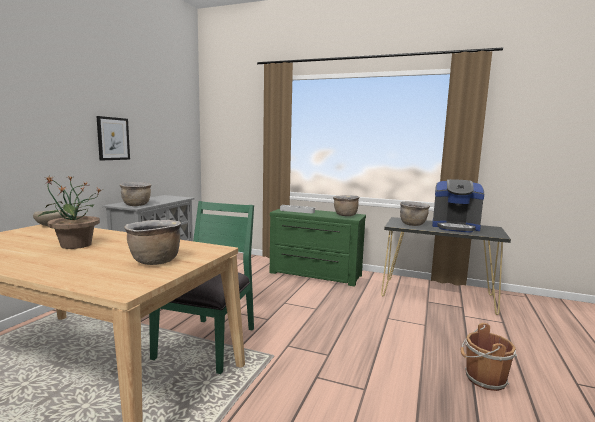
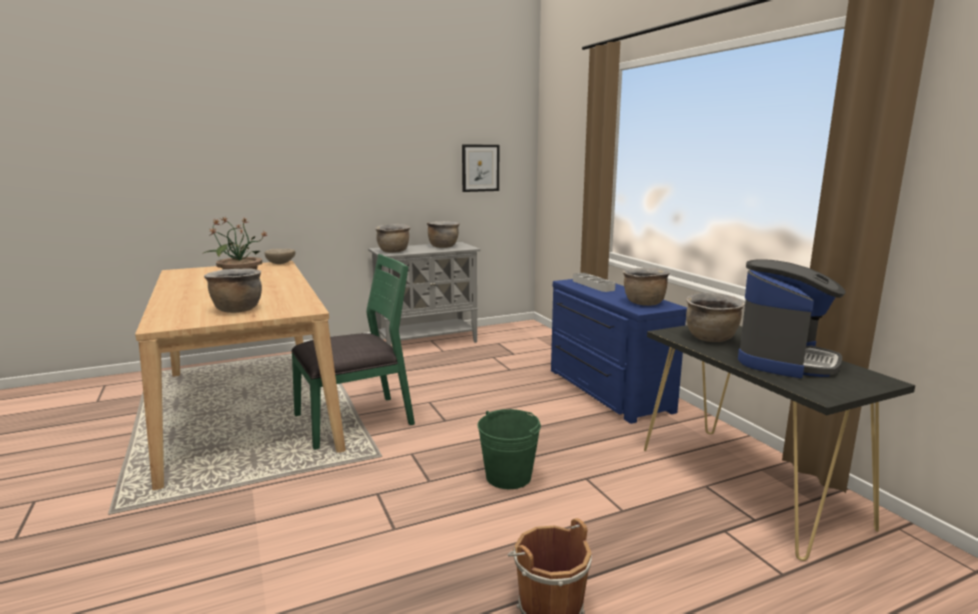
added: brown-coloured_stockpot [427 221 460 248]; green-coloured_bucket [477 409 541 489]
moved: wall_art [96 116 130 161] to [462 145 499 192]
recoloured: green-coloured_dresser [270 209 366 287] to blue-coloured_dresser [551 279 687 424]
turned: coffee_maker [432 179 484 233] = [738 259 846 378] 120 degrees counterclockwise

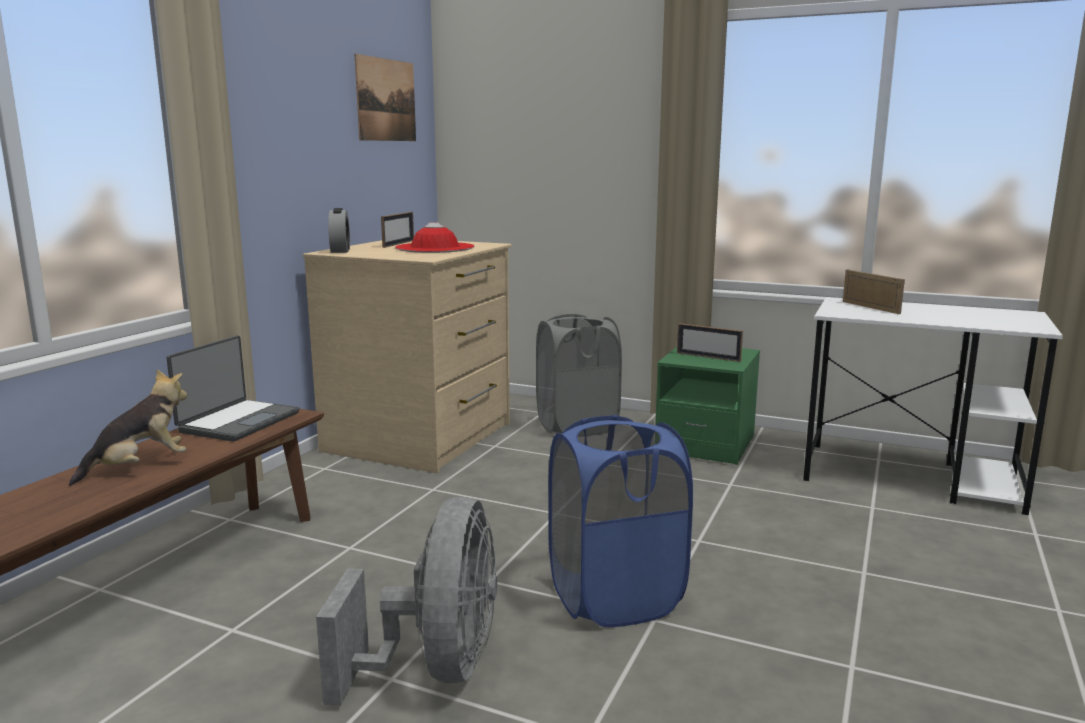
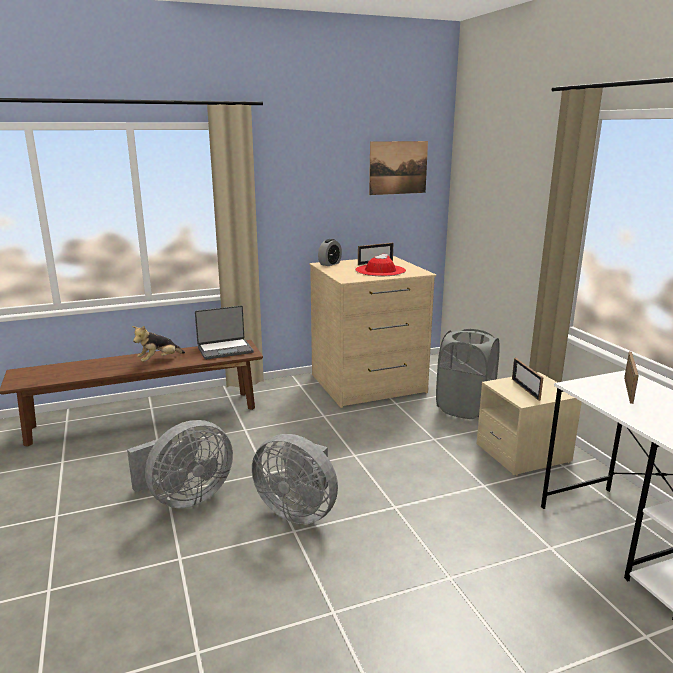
replaced: blue-coloured_hamper [548 415 693 627] to grey_electric_fan [252 434 338 524]
recoloured: green-coloured_nightstand [655 347 760 465] to sand-coloured_nightstand [477 372 582 476]
turned: soft_toy [69 369 187 486] = [132 326 185 362] 135 degrees clockwise

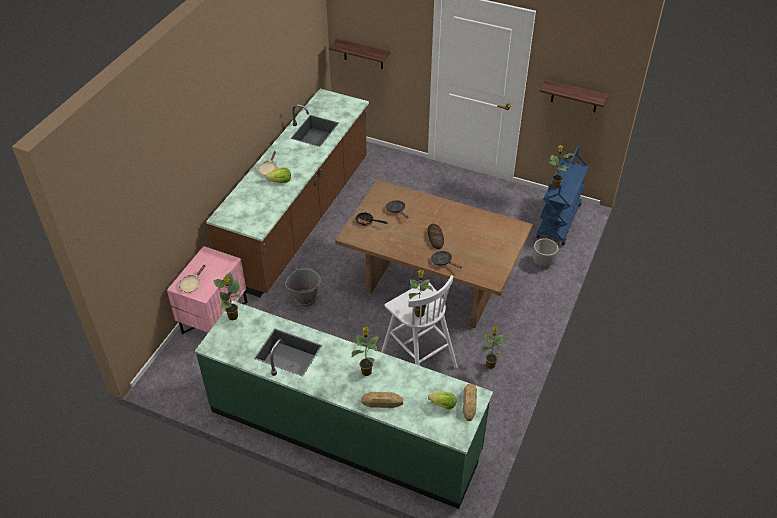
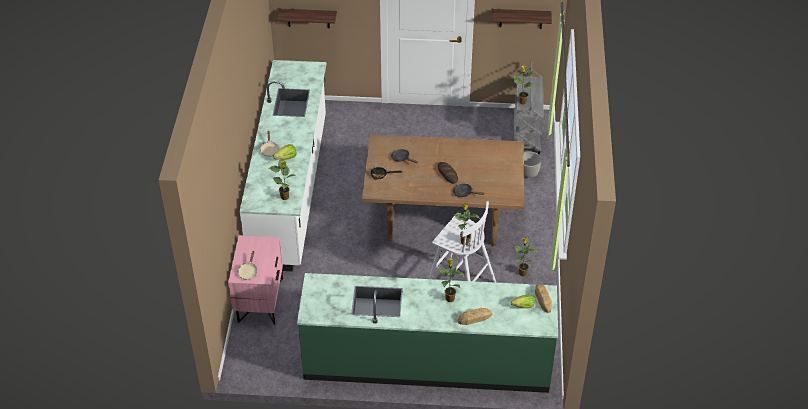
removed: grey_bucket [285 268 321 307]
moved: plant_in_a_pot [213 272 241 320] to [269 158 295 200]
recoloured: brown-coloured_kitchen_counter [206 89 369 297] to whitish_kitchen_counter [240 60 326 271]; blue-coloured_cart [536 146 589 246] to grey_cart [513 61 544 154]

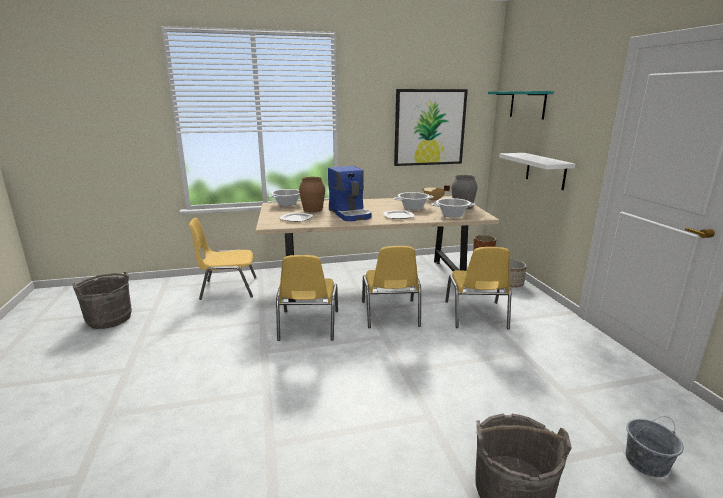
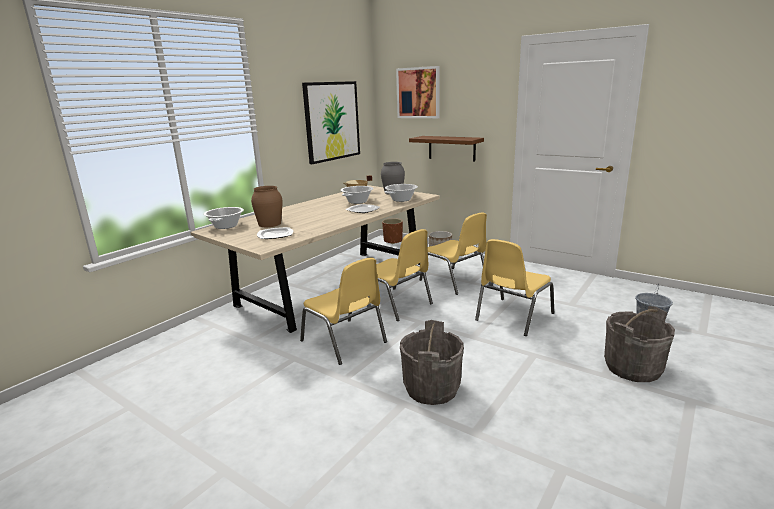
removed: coffee_maker [328 166 372 221]
moved: grey_bucket [72 272 132 329] to [400 320 464 405]; yellow-coloured_upright_chair [189 218 257 300] to [475 239 554 336]
replaced: blue-green_wall_shelf [488 91 554 120] to wall_art [396 66 440 118]
recoloured: whitish_wall_shelf [499 153 575 190] to brown-coloured_wall_shelf [409 136 484 161]

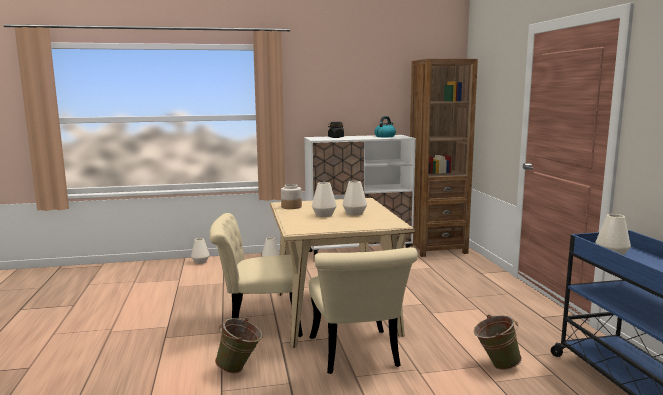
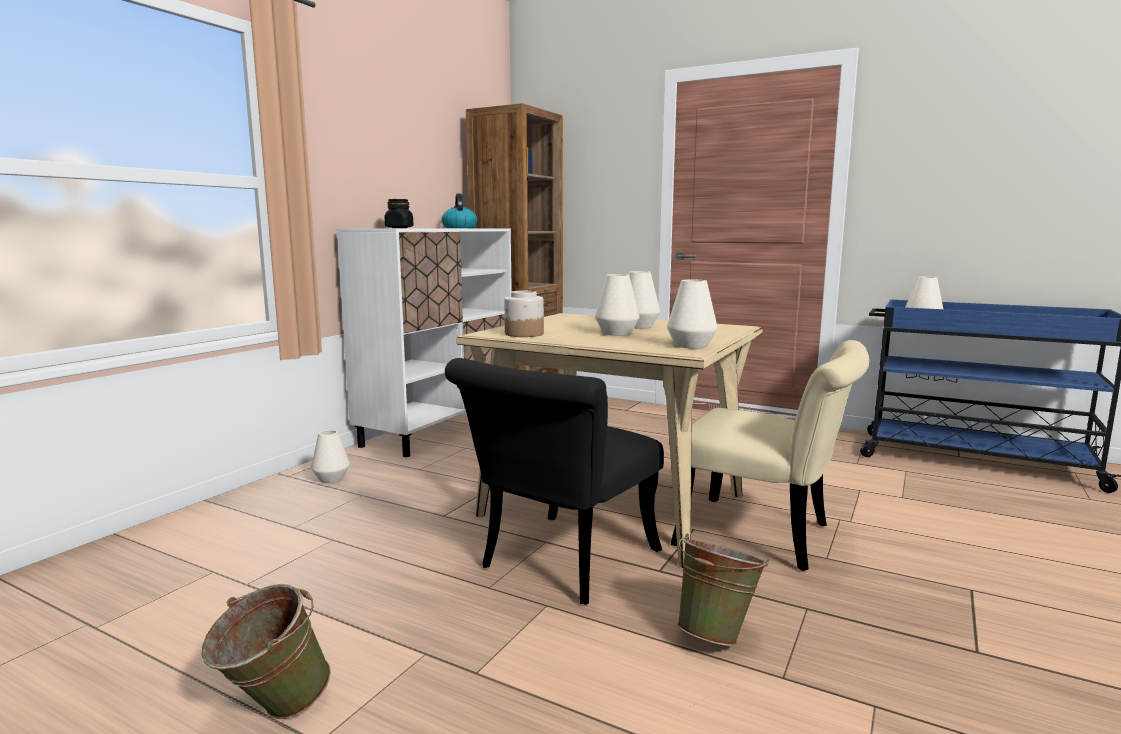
moved: whitish_decorative_vase [191 238 210 264] to [667 280 718 349]; green-coloured_bucket [474 315 522 370] to [202 584 331 719]
recoloured: sand-coloured_upright_chair [210 213 303 337] to blackish_upright_chair [445 358 664 605]

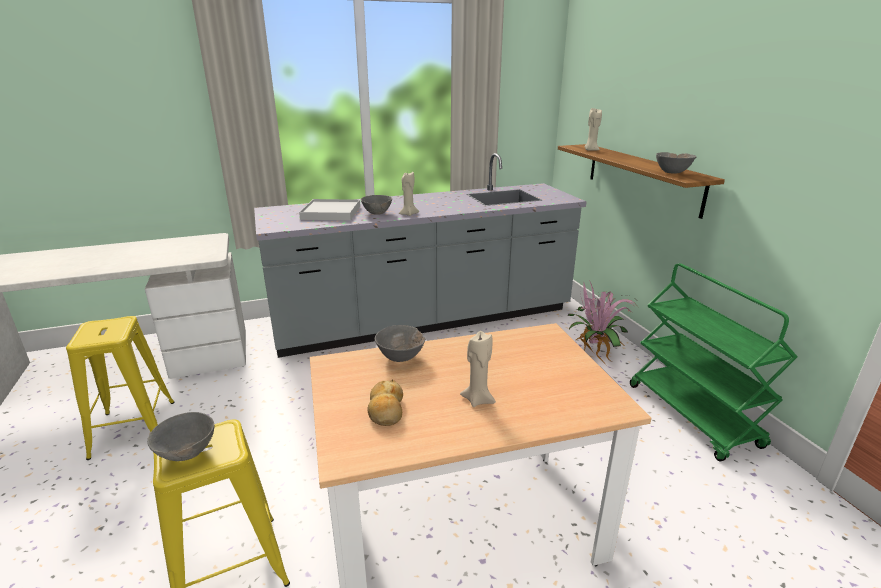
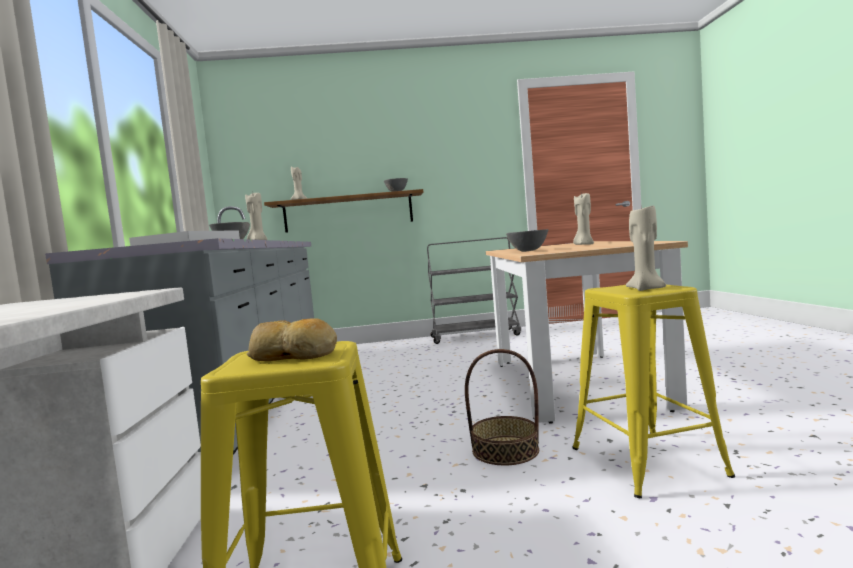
removed: plant_in_a_pot [567 280 639 366]
added: storage_basket [465 349 539 465]
moved: bread [368 379 403 426] to [247 318 337 361]
replaced: grey_bowl [147 412 214 461] to sand-coloured_candle [626 205 666 291]
recoloured: green-coloured_cart [630 263 798 461] to grey_cart [427 237 521 344]

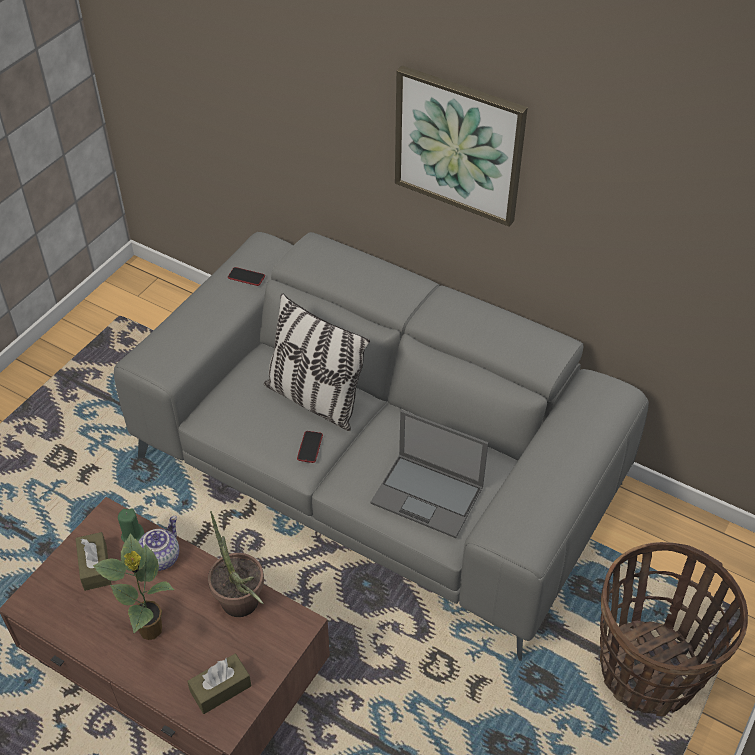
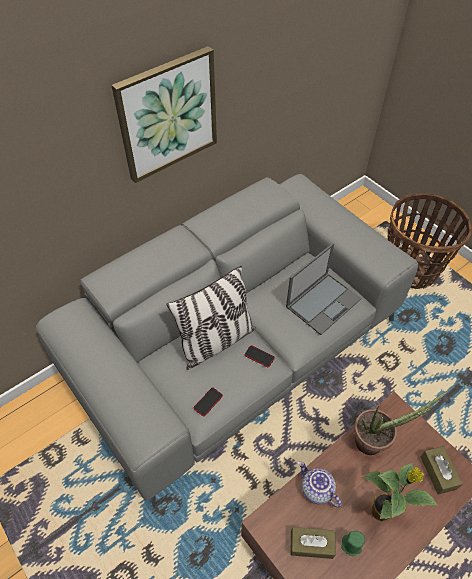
moved: green-coloured_candle [118 509 144 542] to [341 531 365 556]; handset [228 267 265 286] to [193 388 223 416]

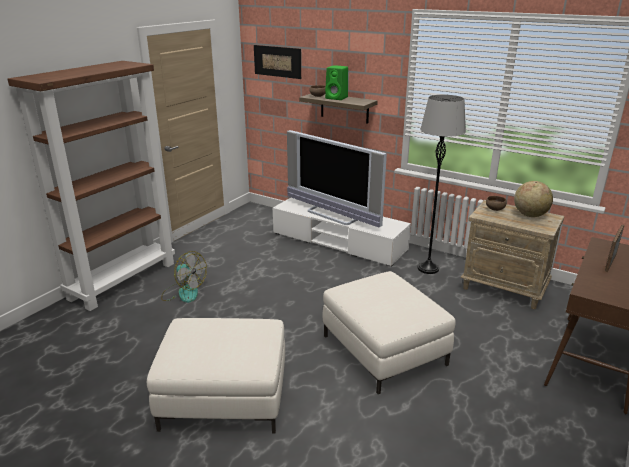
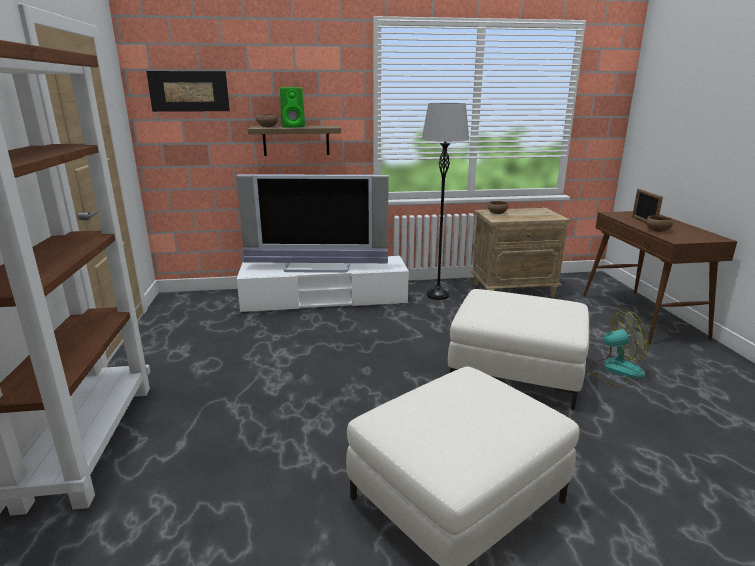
removed: globe [514 181 553 217]
added: brown-coloured_bowl [646 216 673 232]
moved: electric_fan [161 251 207 303] to [586 310 649 387]

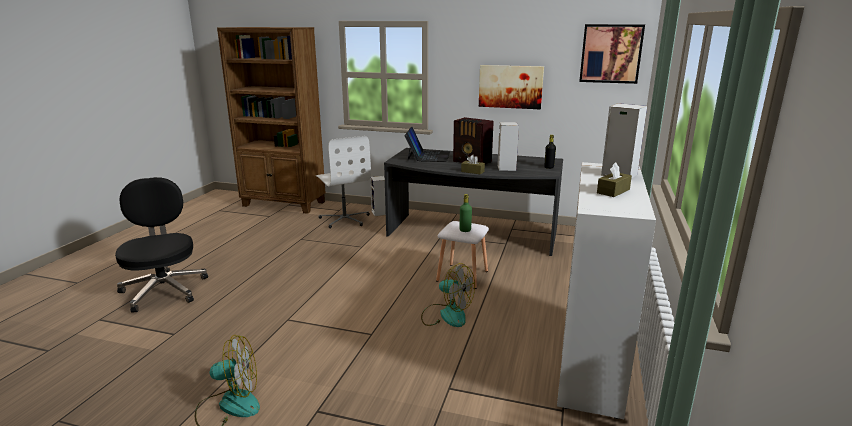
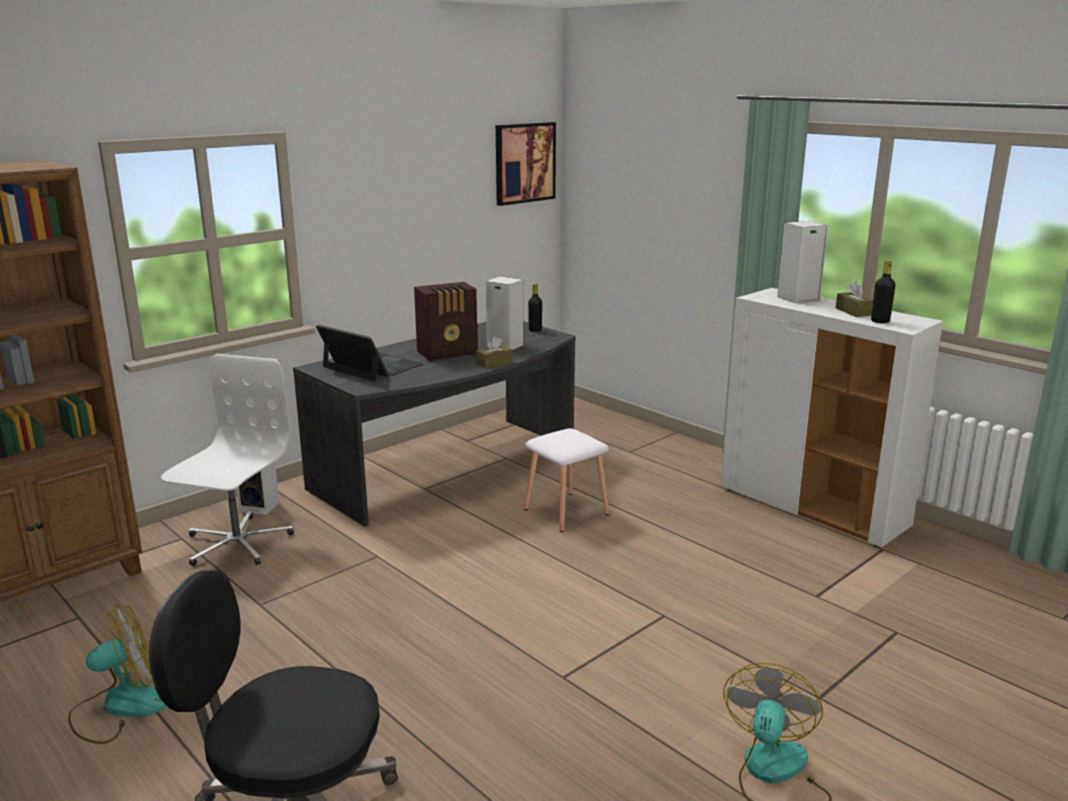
removed: green-coloured_beverage_bottle [460 194 472 232]; wall_art [479 65 544 109]
added: blackish_beverage_bottle [871 260 896 323]
moved: electric_fan [421 263 475 327] to [68 604 166 744]
turned: whitish_computer_chair [316 136 371 228] = [161 354 294 566] 75 degrees counterclockwise

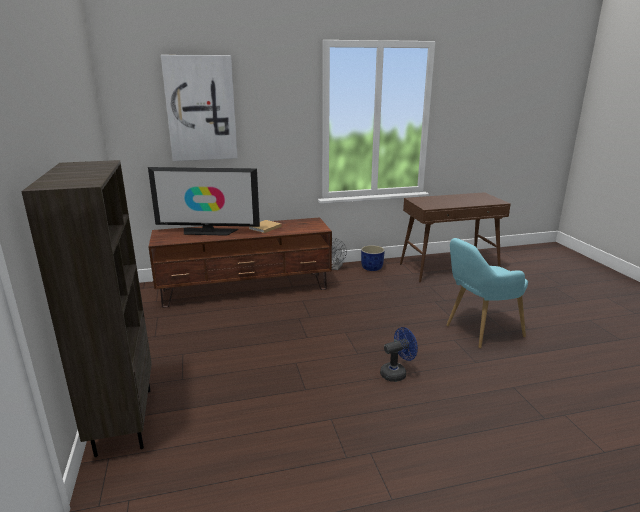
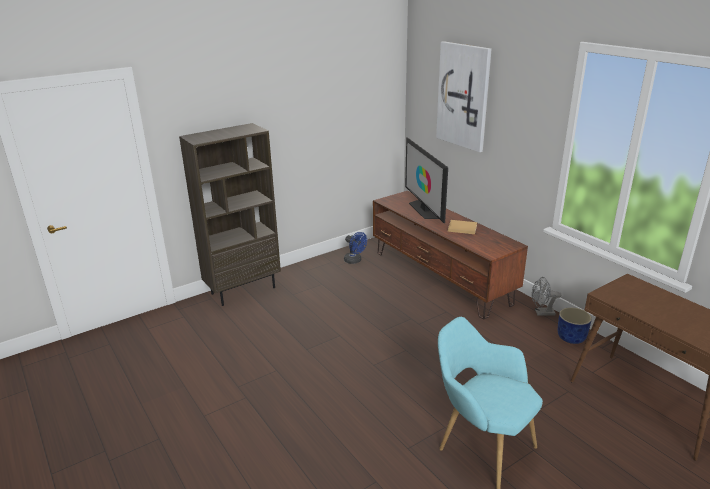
moved: blue-coloured_electric_fan [380 327 418 382] to [344 232 367 264]

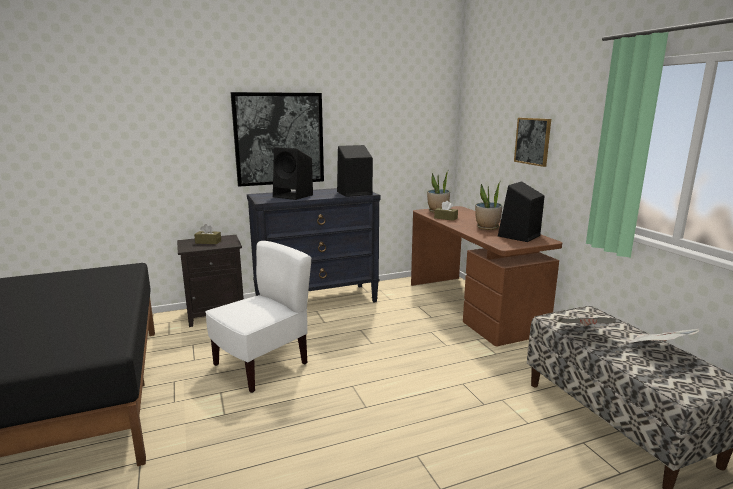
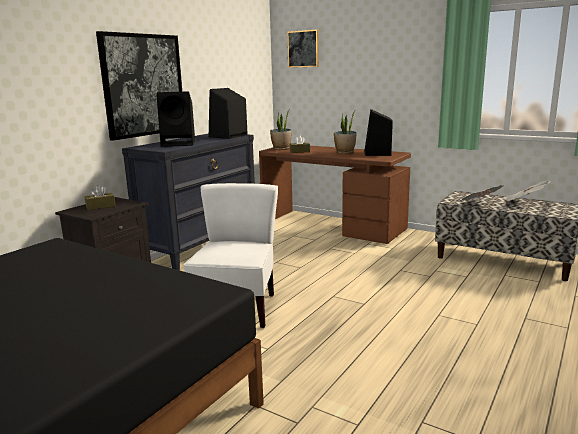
moved: wall_art [514 118 551 167] to [287 29 319 68]

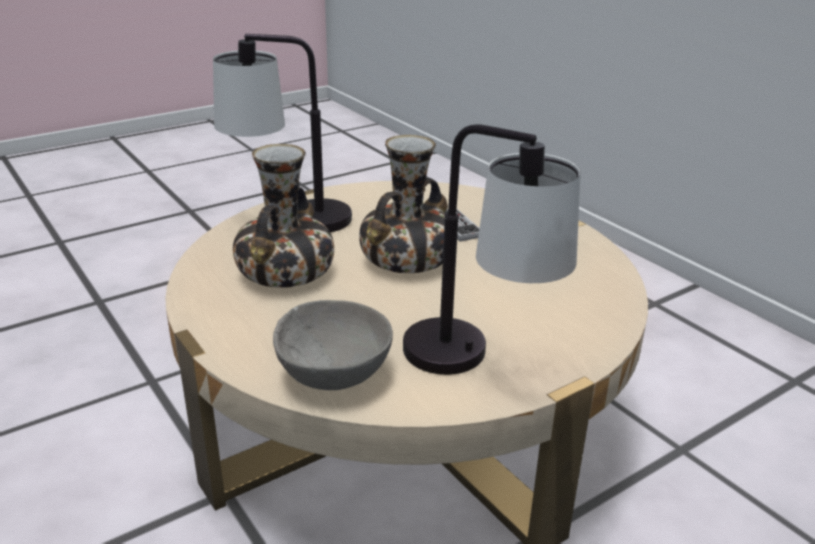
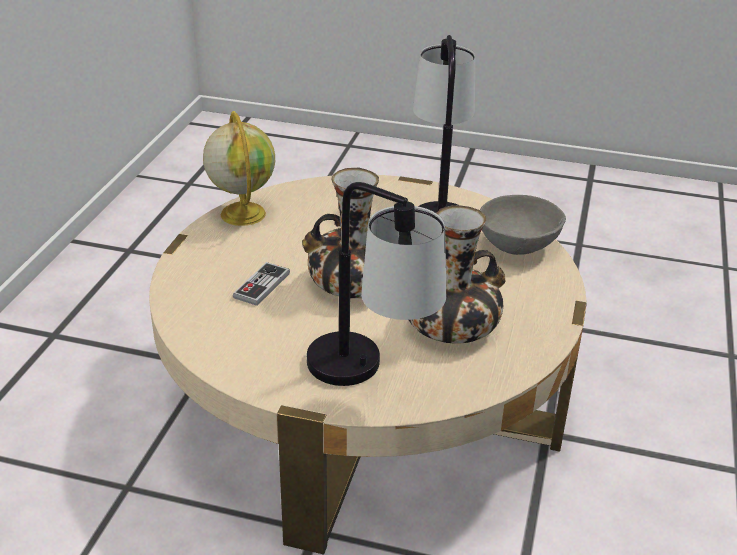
added: globe [203 111 275 226]

